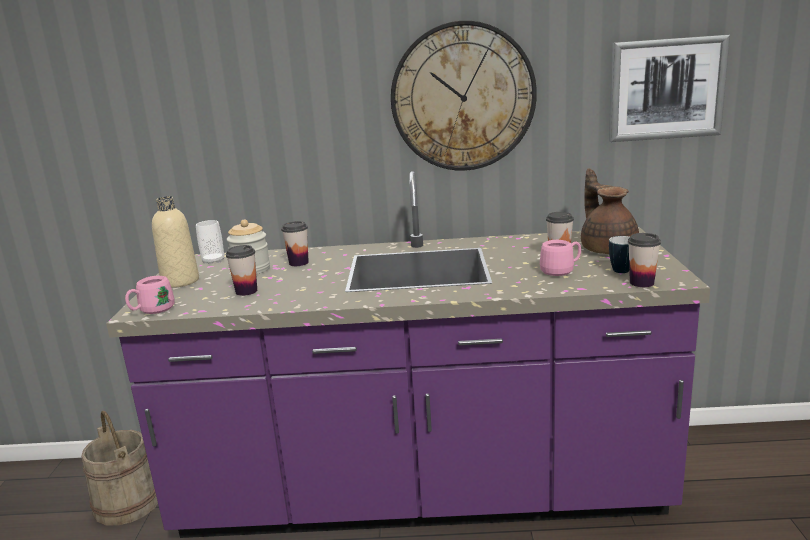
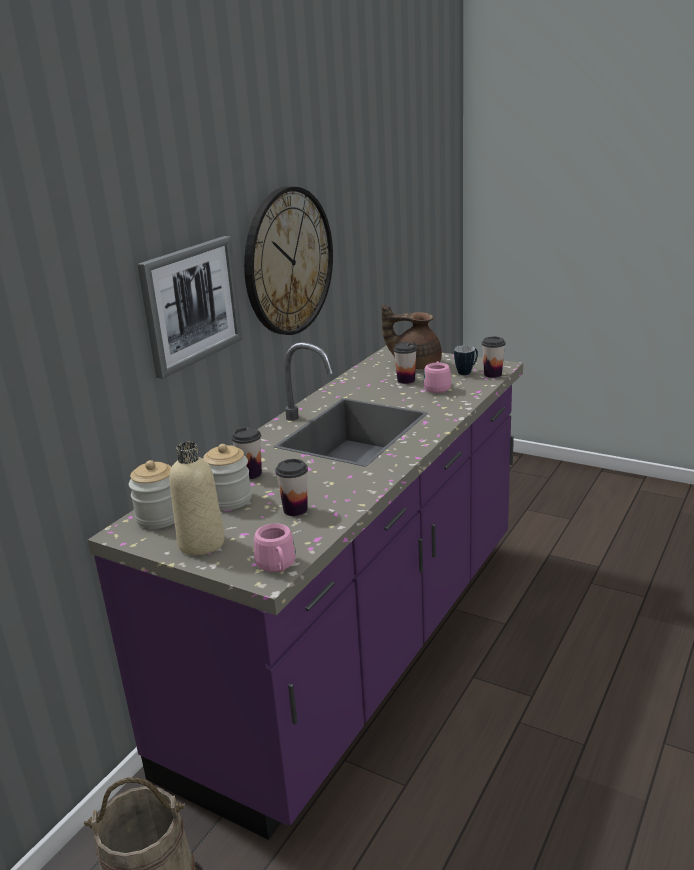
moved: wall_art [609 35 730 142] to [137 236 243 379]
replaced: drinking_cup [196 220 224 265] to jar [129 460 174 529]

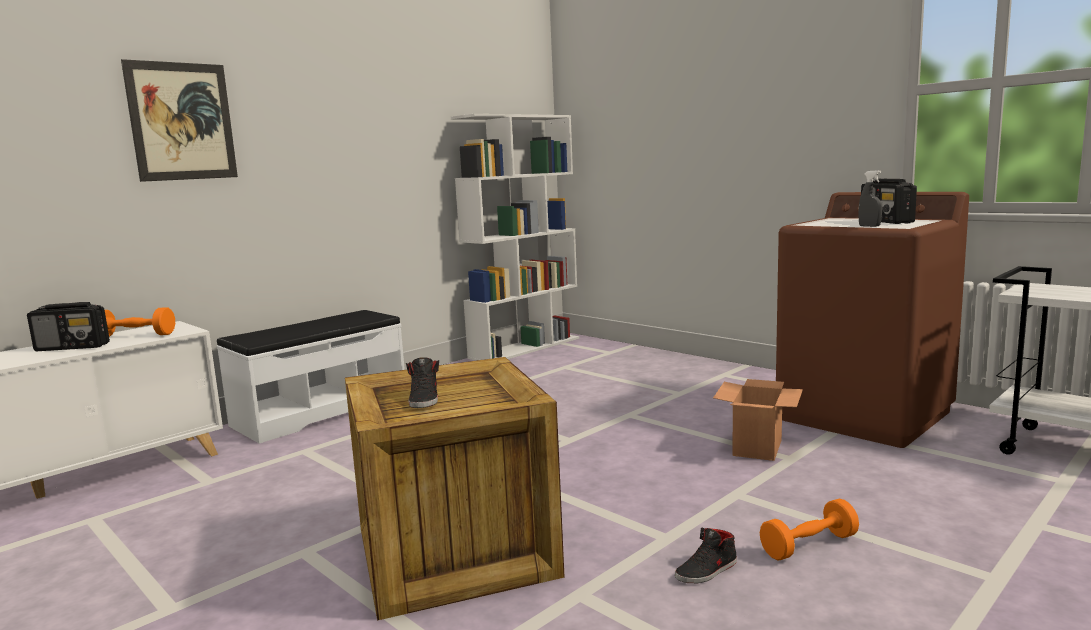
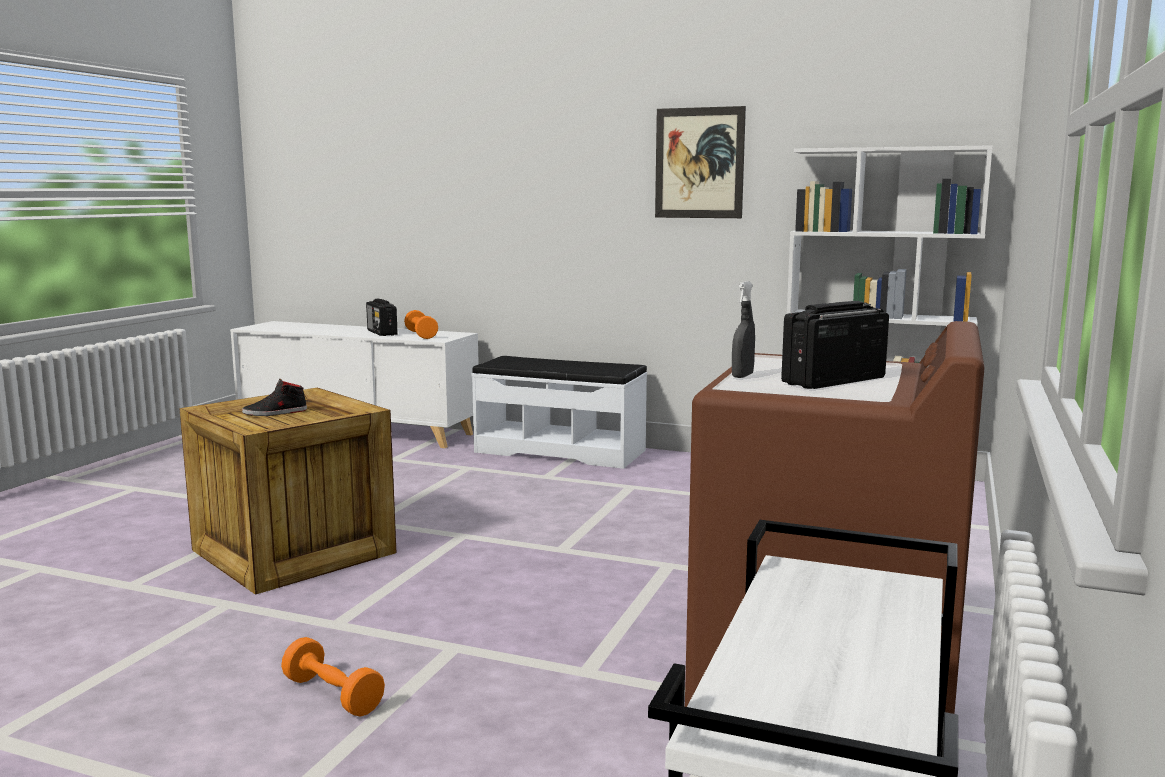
removed: blackish_low_shoe [675 528 737 583]; carton [713 379 803 461]
moved: wall_art [121 59 238 182] to [655 106 746 218]

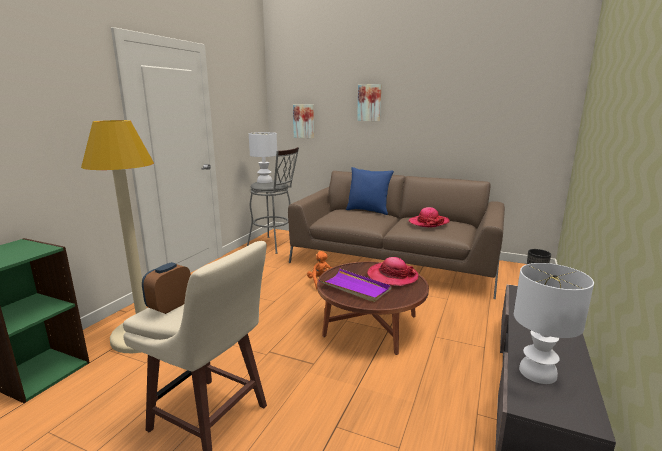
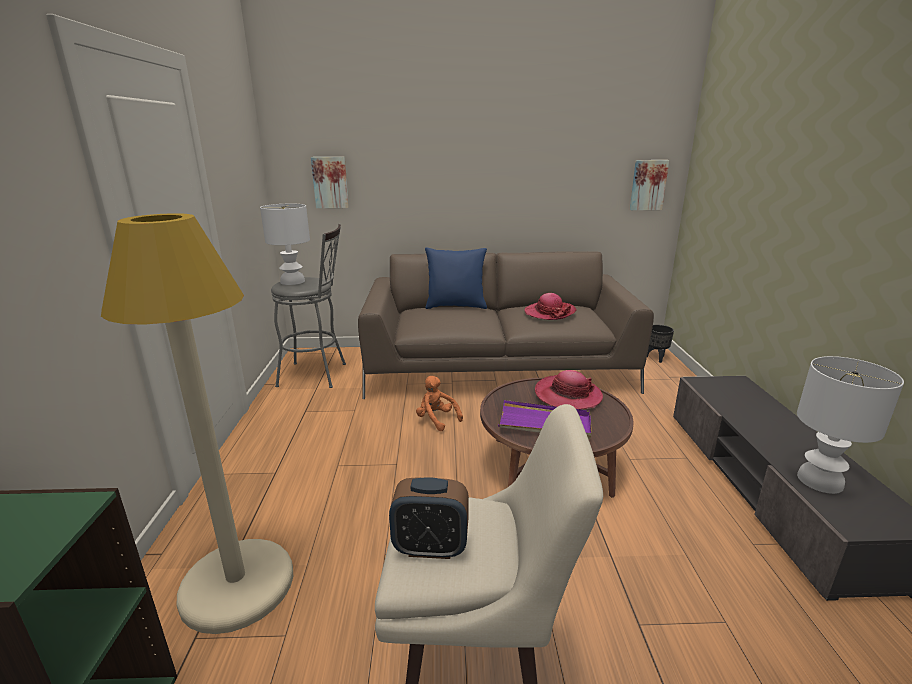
moved: wall_art [357 84 381 121] to [630 160 669 210]
turned: bedside_clock [142 262 191 314] = [389 477 469 559] 90 degrees counterclockwise

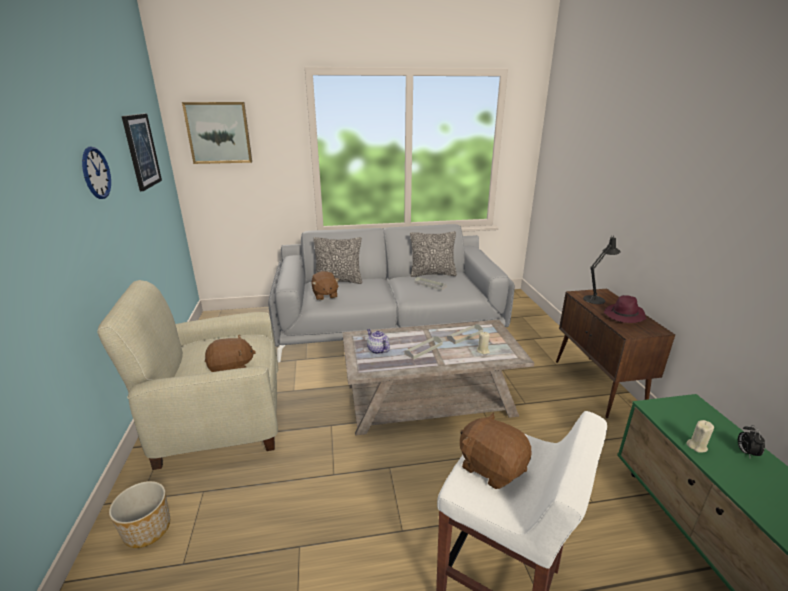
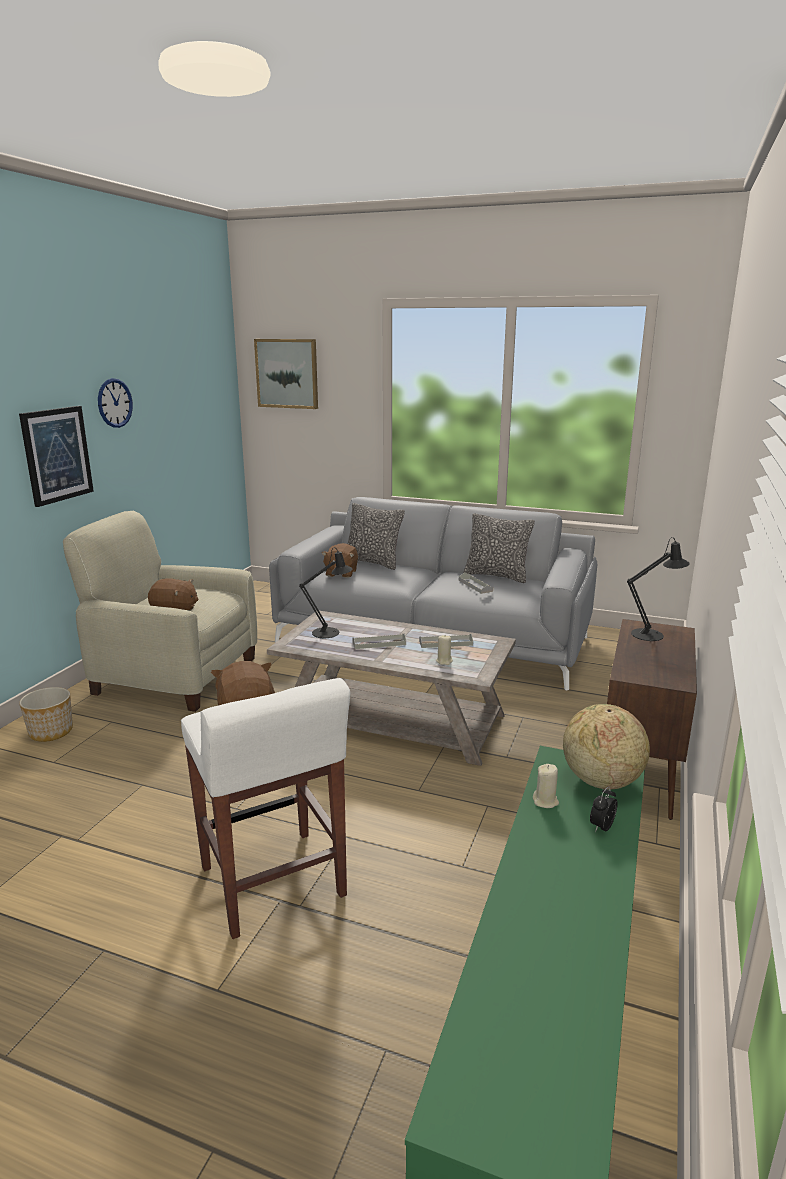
removed: purple-coloured_clothing_hat [604 295 647 323]
added: globe [563 704 650 790]
moved: wall_art [122 113 162 191] to [19 406 94 507]
replaced: teapot [367 329 390 354] to blackish_lamp_for_a_table [299 547 353 638]

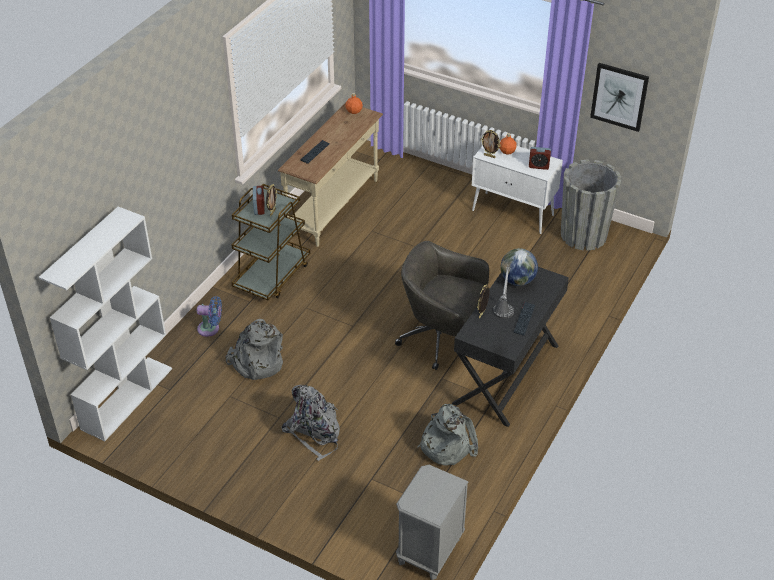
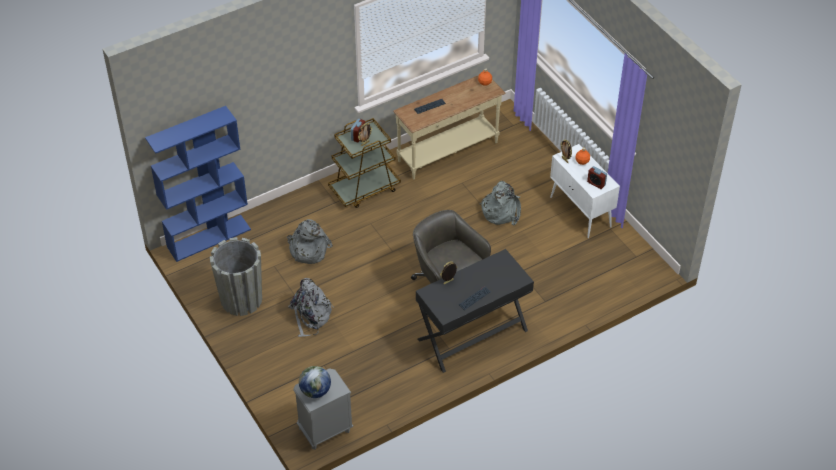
removed: blue-coloured_electric_fan [197 296 222 337]; lamp_for_a_table [493 265 514 319]; wall_art [590 63 649 132]
moved: grey_rucksack [417 404 478 466] to [480 181 521 226]; globe [500 248 538 286] to [299 366 331 398]; grey_plant_pot [561 159 621 251] to [210 237 262 316]
recoloured: whitish_bookshelf [39 207 172 441] to blue-coloured_bookshelf [145 106 251 262]

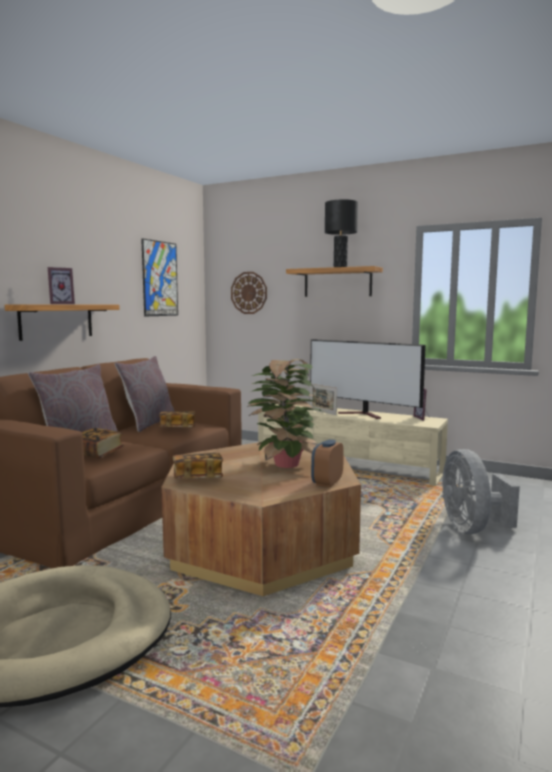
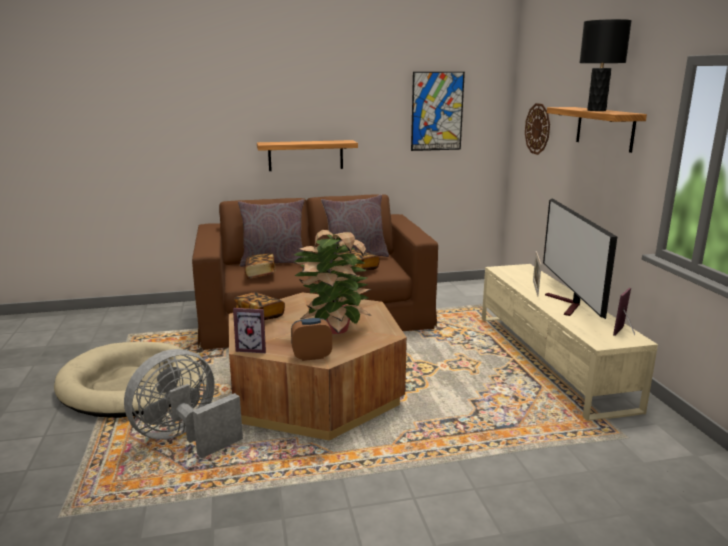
moved: photo_frame [48 267 75 304] to [233 308 266 353]; grey_electric_fan [442 449 520 534] to [124 349 243 458]

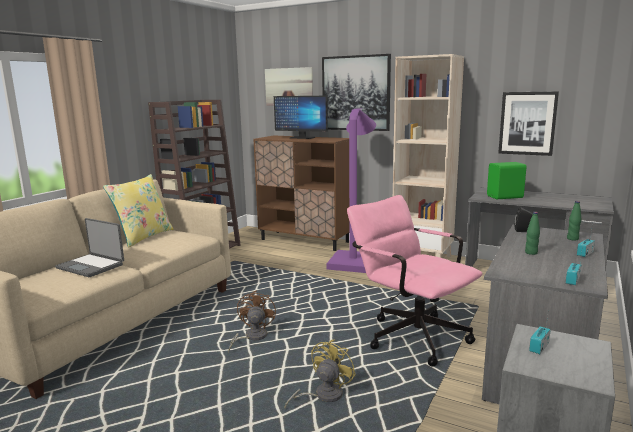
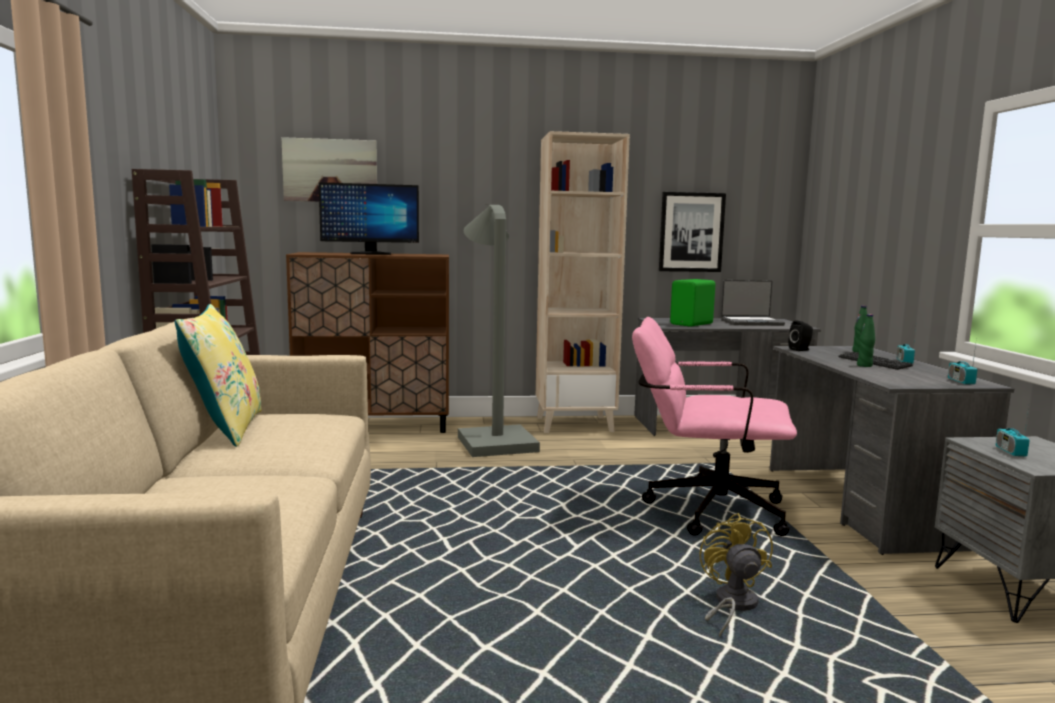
removed: brown-coloured_electric_fan [228 290 276 352]; wall_art [322 54 391 131]
added: PC_keyboard [838 352 913 370]
moved: notebook_computer [55 218 124 277] to [721 280 785 326]
recoloured: purple-coloured_standing_lamp [327 109 376 273] to grey_standing_lamp [458 205 540 457]

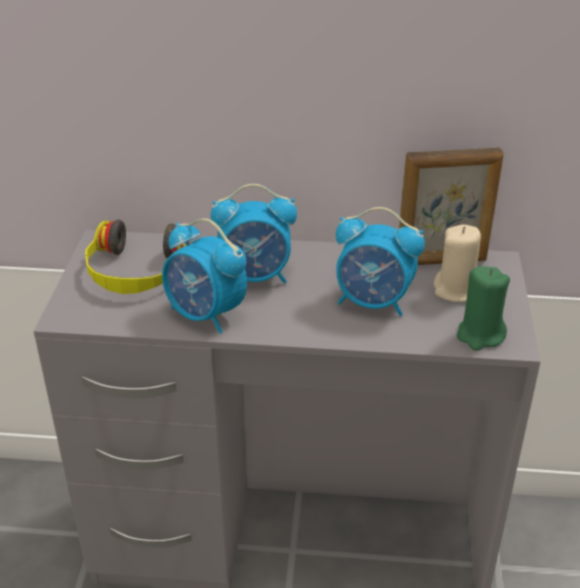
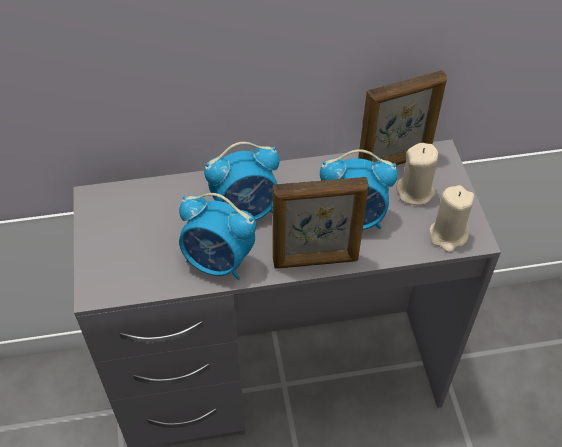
removed: headset [85 220 189 294]
added: photo_frame [272 177 369 269]
recoloured: green-coloured_candle [457 266 510 351] to sand-coloured_candle [429 185 474 253]

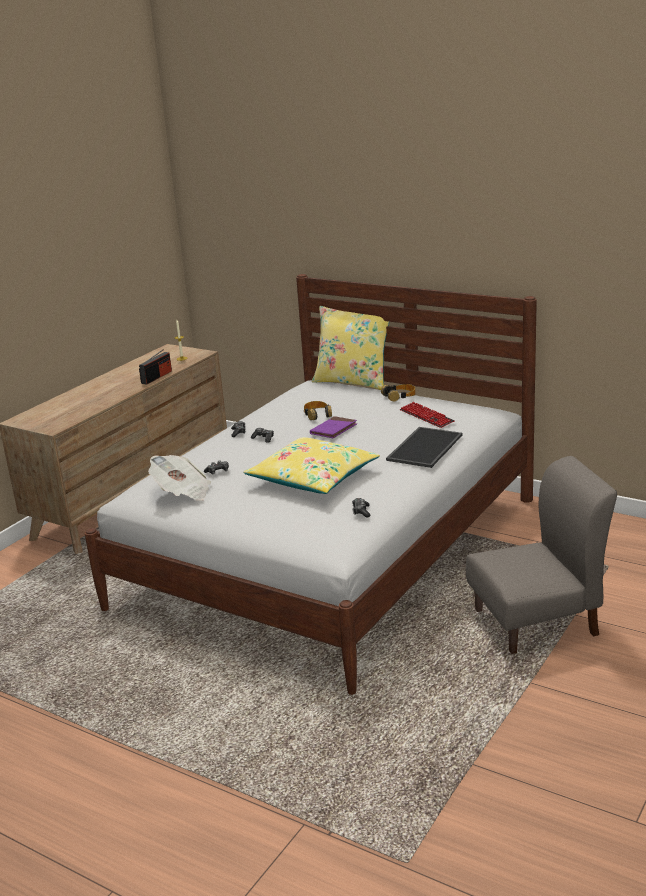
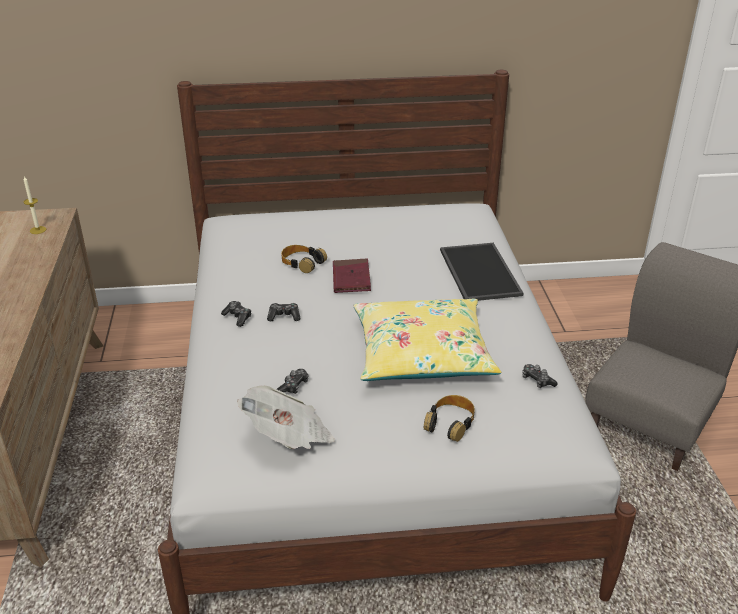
removed: radio [139 349 172 385]; yellow-coloured_throw_pillow [312 306 389 390]; PC_keyboard [400 402 455 428]
moved: headset [381 384 415 402] to [424 395 475 442]
recoloured: purple-coloured_volume [310 416 357 438] to red_volume [333 258 371 293]

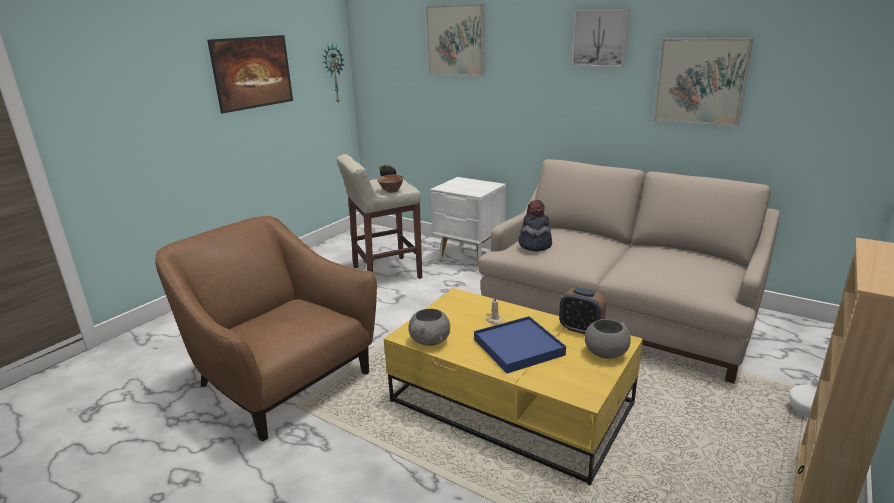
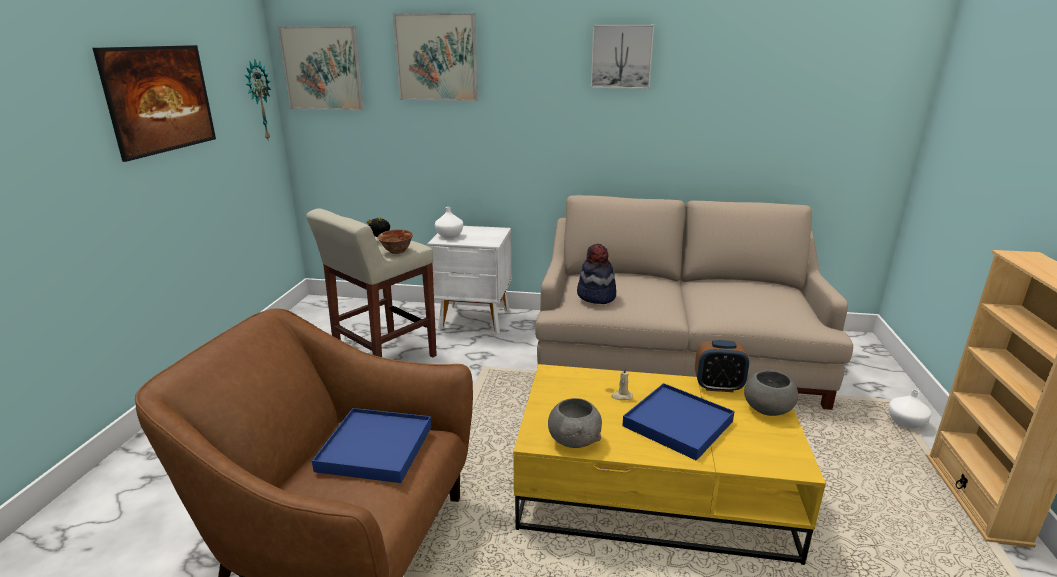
added: blue-coloured_carrying_tray [312 408 432 483]; whitish_decorative_vase [435 207 463 238]
moved: wall_art [653 38 754 126] to [278 26 364 111]

